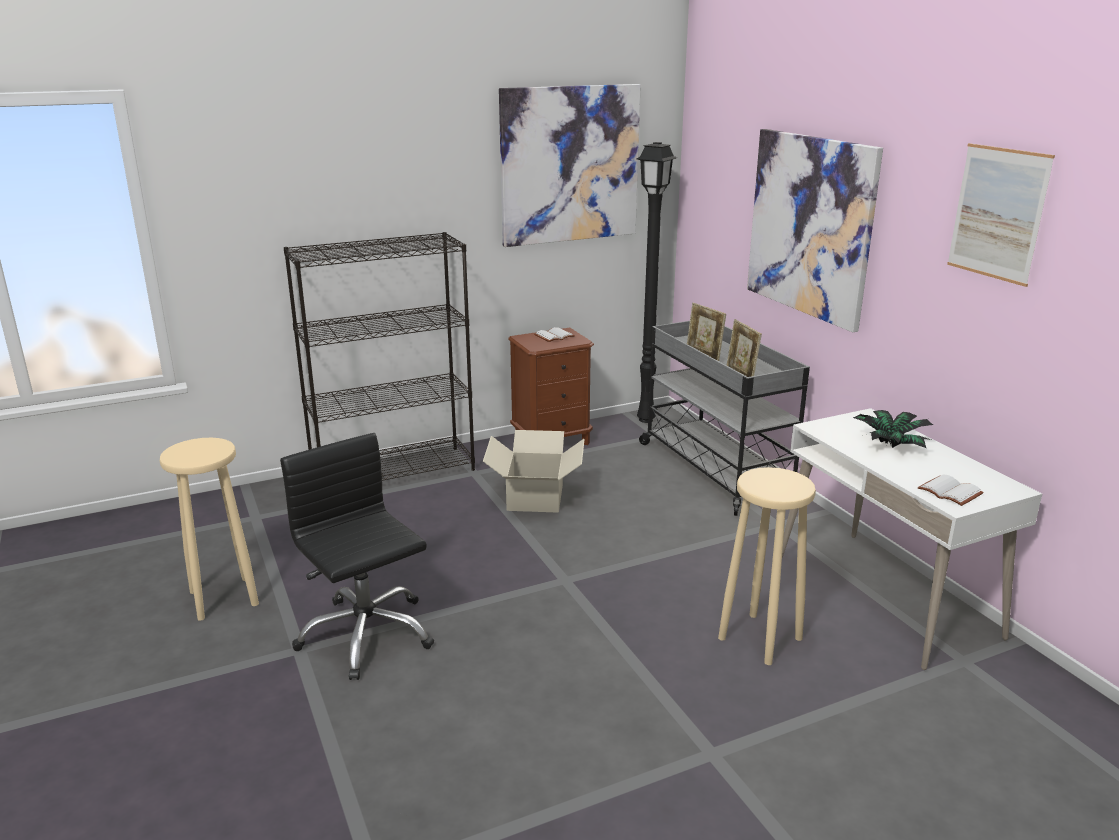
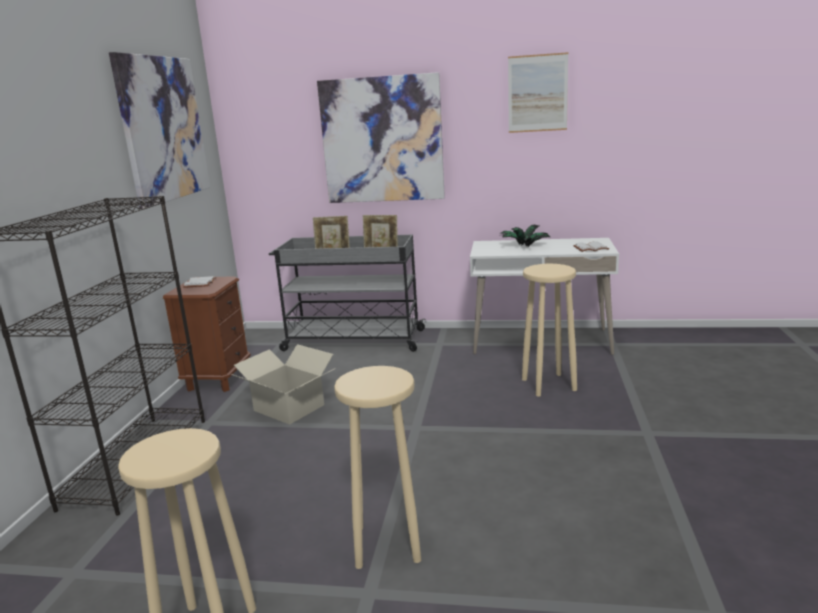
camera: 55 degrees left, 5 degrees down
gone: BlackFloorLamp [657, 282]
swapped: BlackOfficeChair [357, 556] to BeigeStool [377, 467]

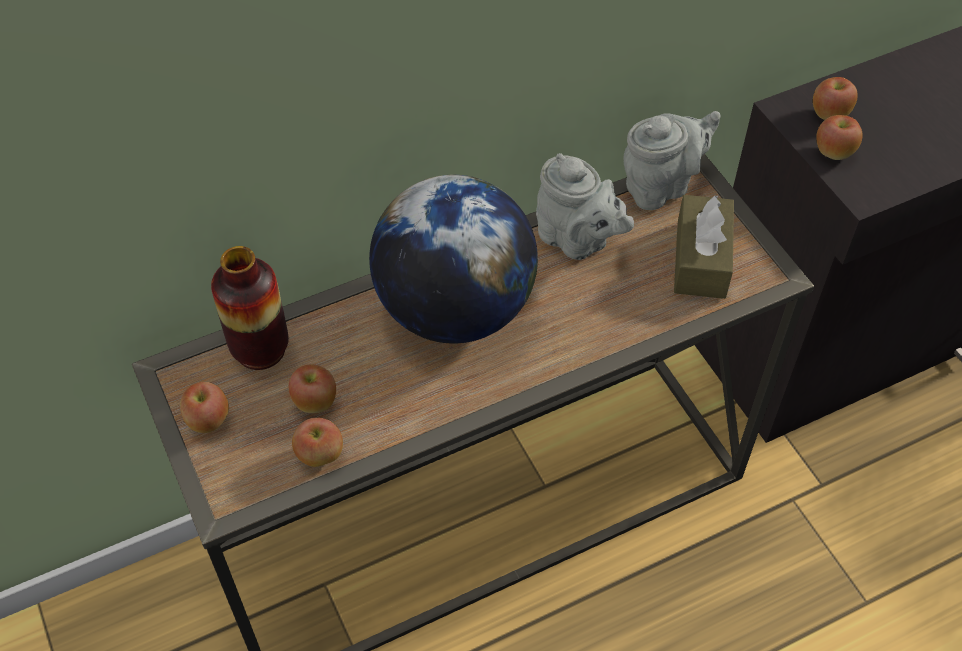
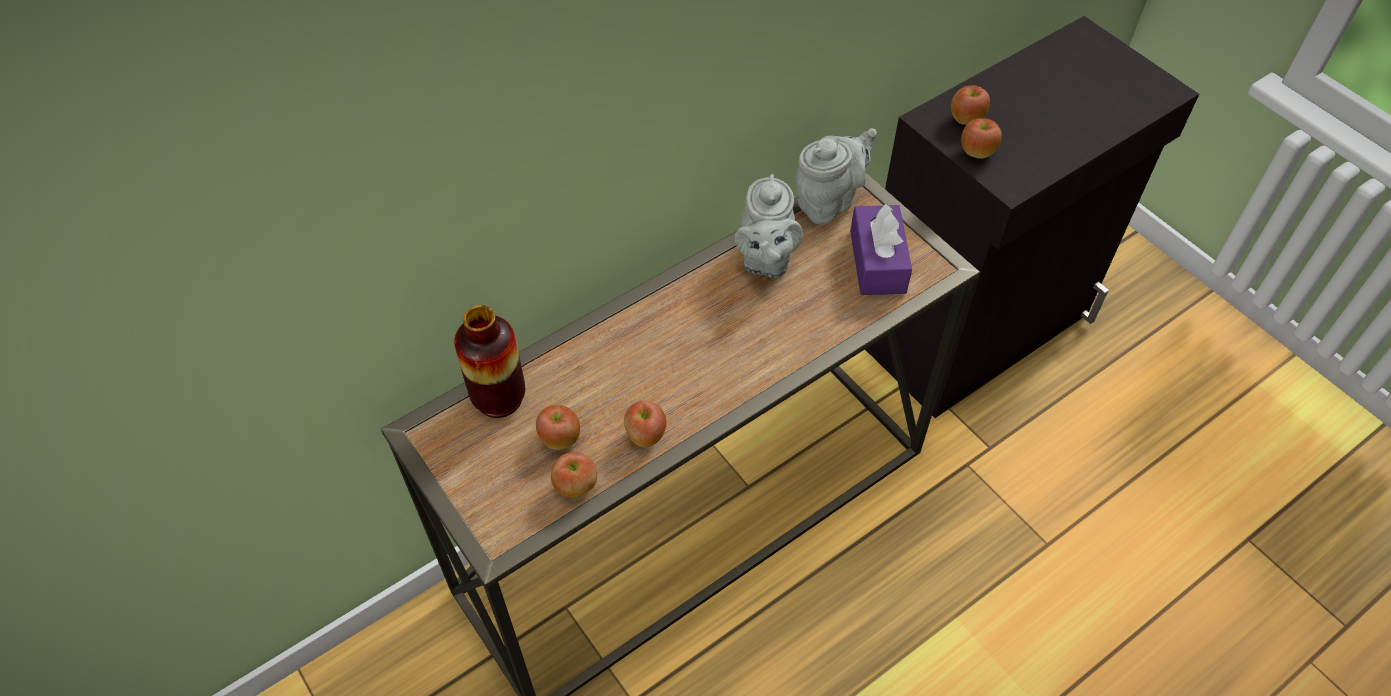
camera: 10 degrees left, 0 degrees up
gone: Globe [453, 259]
shifted: Apple [204, 407] to [645, 424]
repainted: BrownTissueBox [704, 247] to PurpleTissueBox [881, 249]
rotated: GreyTeapot [585, 206] = [769, 226] 60 degrees clockwise

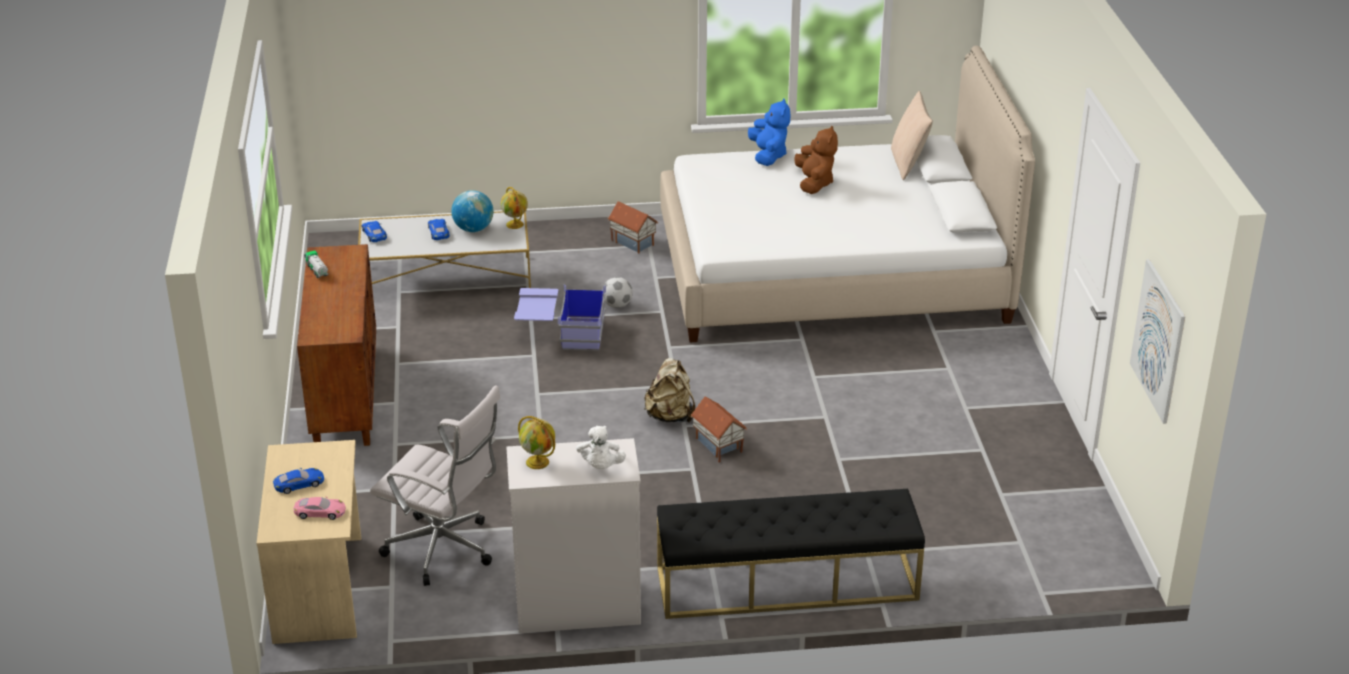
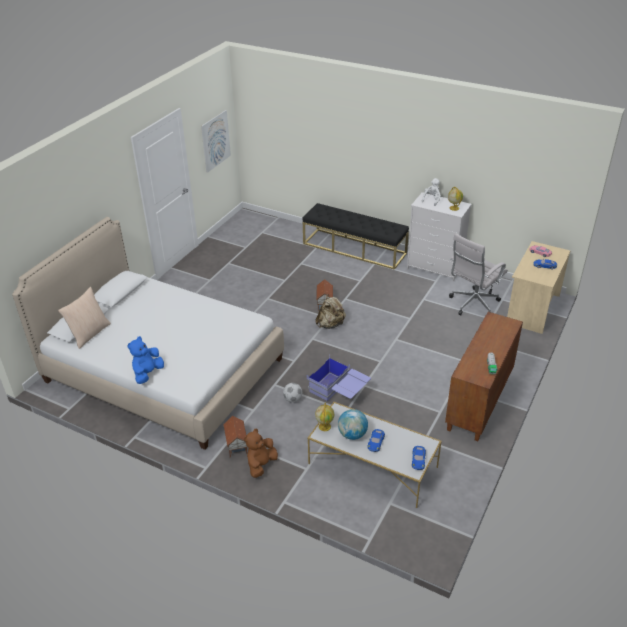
camera: 145 degrees left, 5 degrees up
shifted: BrownPlushToy [816, 159] to [261, 453]
rotated: WhiteOfficeChair [435, 485] = [478, 274] 105 degrees counterclockwise

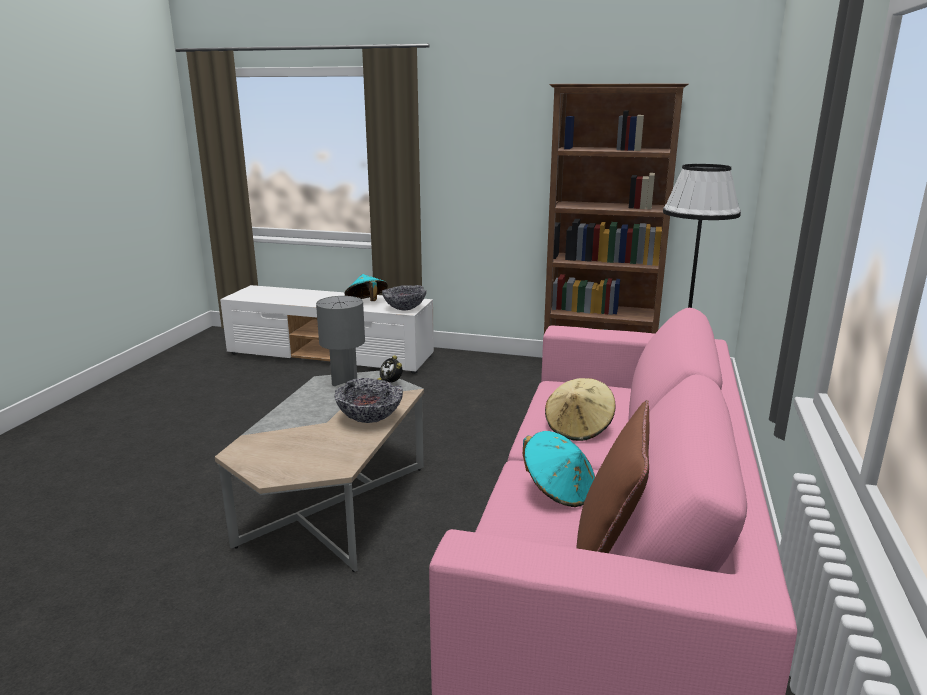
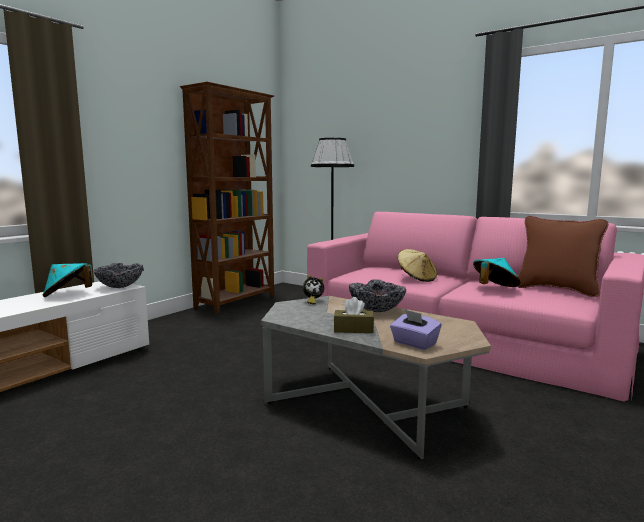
camera: 70 degrees left, 10 degrees down
gone: GreyTableLamp [340, 341]
new: BrownTissueBox [354, 315]; PurpleTissueBox [416, 329]

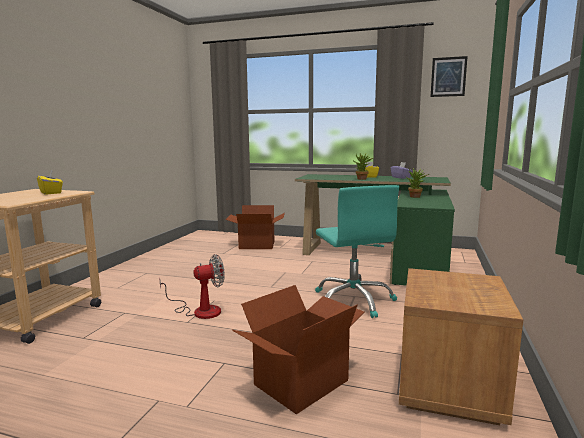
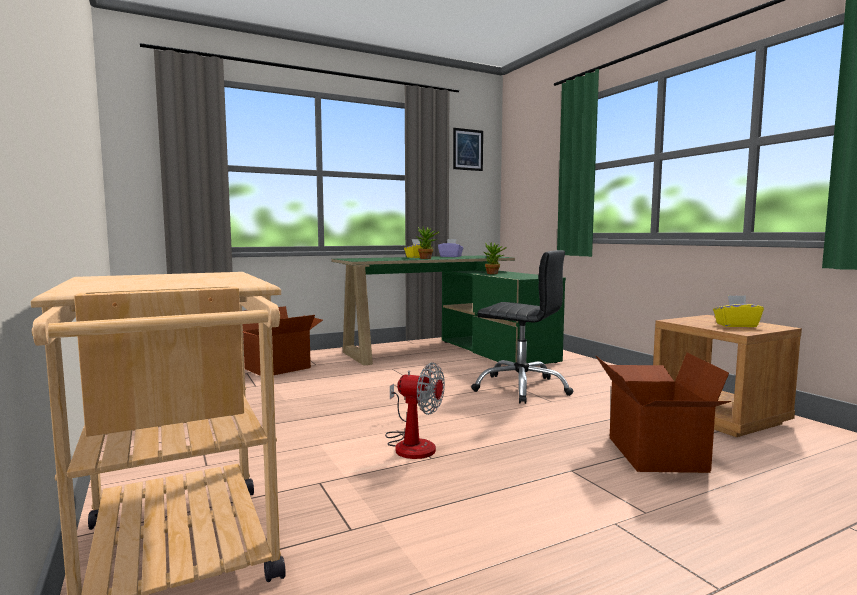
camera: 45 degrees left, 5 degrees down
shifted: YellowTissueBox [50, 182] to [738, 311]
repainted: TurquoiseOfficeChair [357, 251] to BlackOfficeChair [522, 327]
rotated: Fan [192, 286] = [415, 410] 90 degrees clockwise

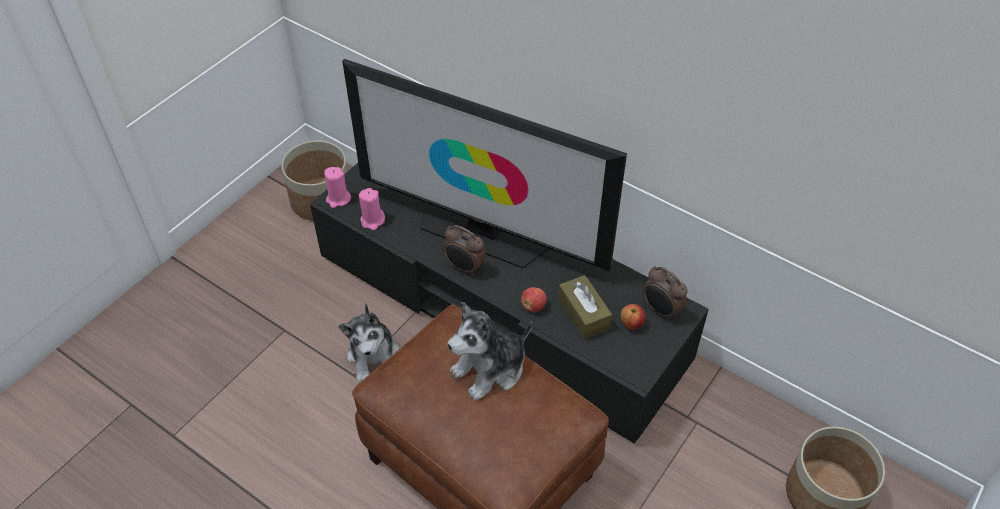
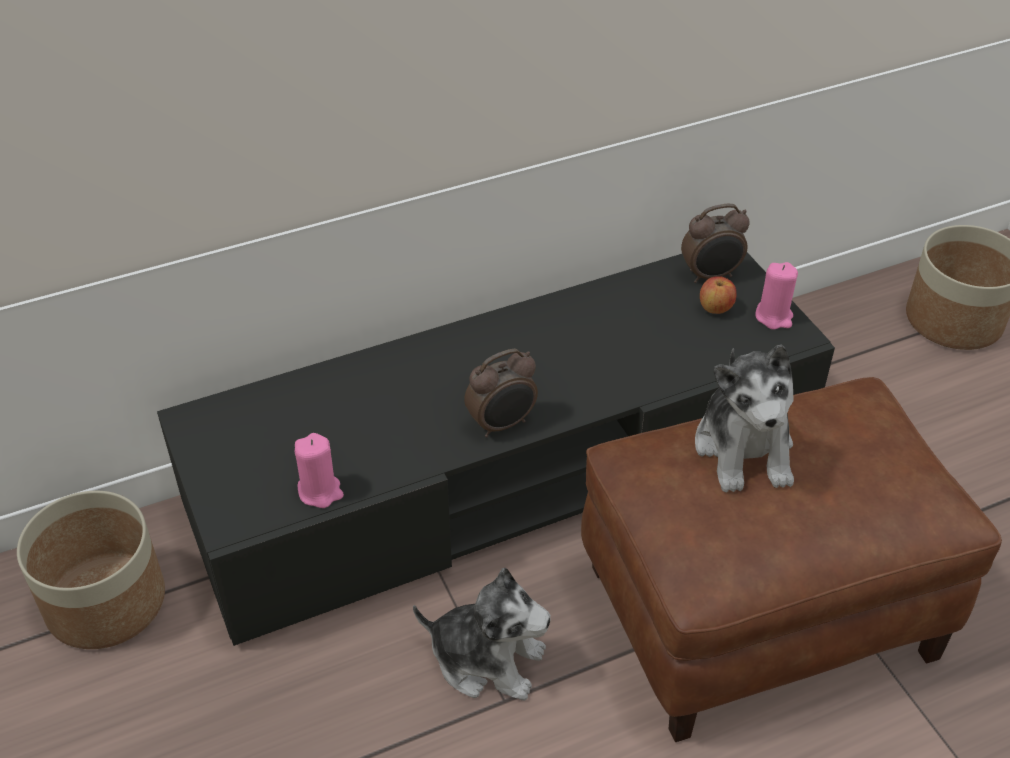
camera: 60 degrees left, 5 degrees down
gone: Television [484, 165]; BrownTissueBox [585, 307]; Apple [534, 299]
shifted: PinkCandle [337, 187] to [776, 296]

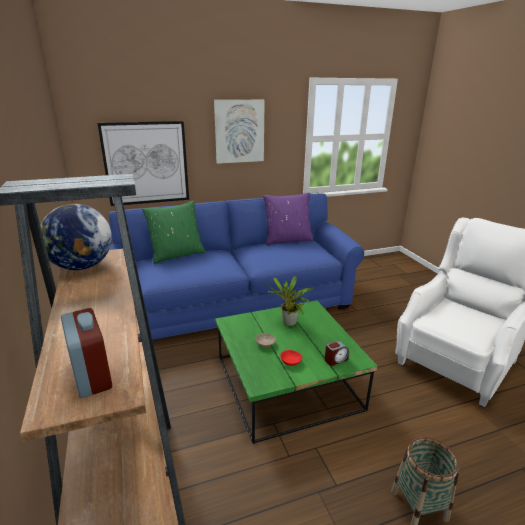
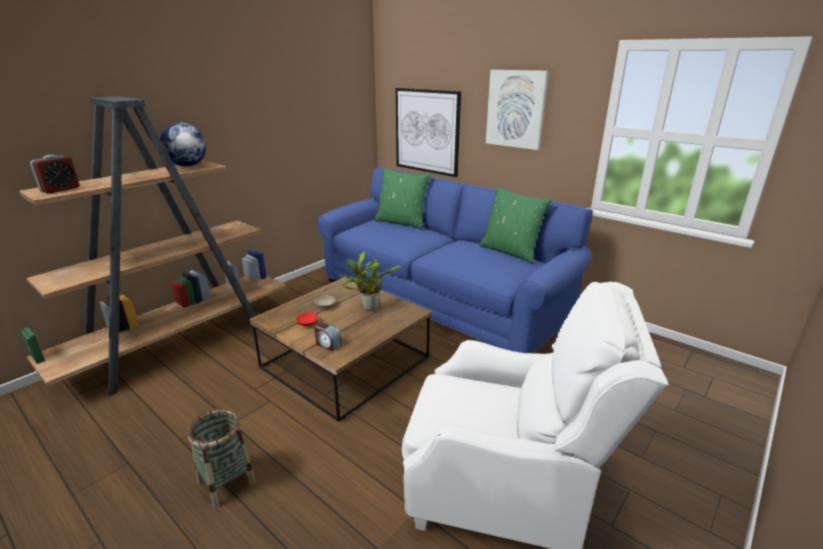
camera: 60 degrees right, 0 degrees up
repainted: PurplePillow [288, 218] to GreenPillow [516, 225]; GreenCoffeeTable [296, 372] to BrownCoffeeTable [341, 349]

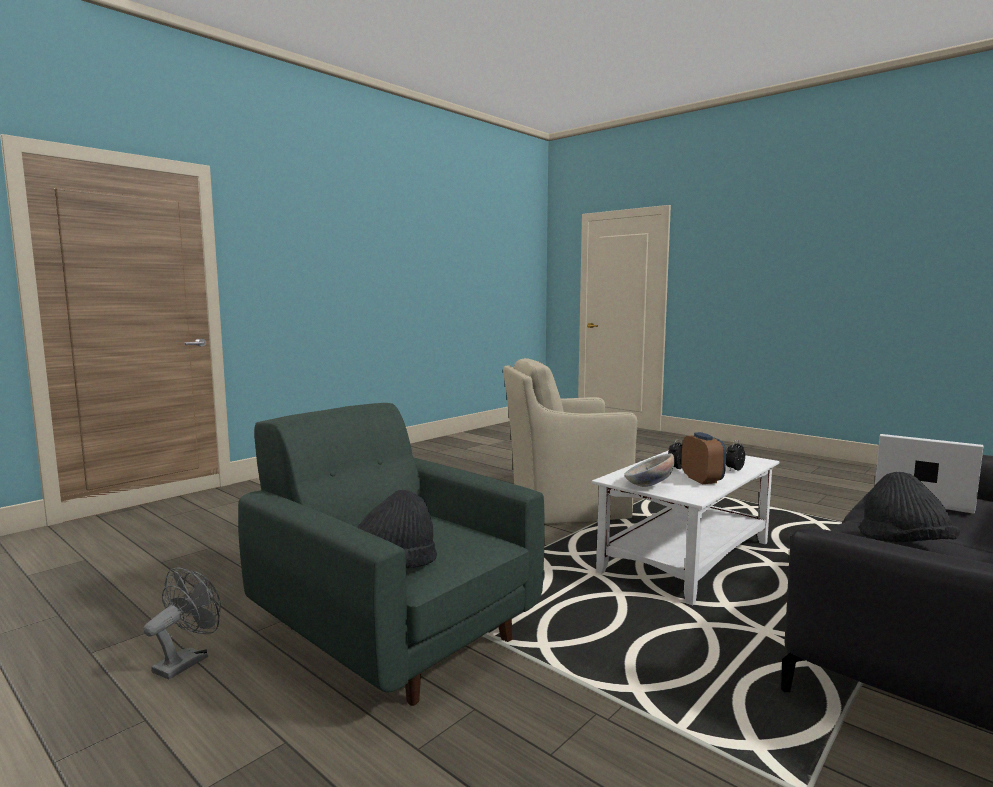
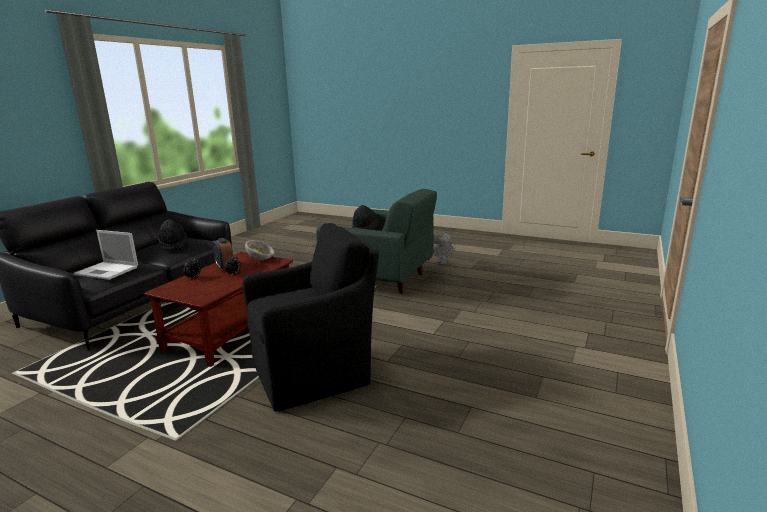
camera: 165 degrees right, 10 degrees up
repainted: BeigeArmchair [570, 441] to BlackArmchair [310, 317]; WhiteCoffeeTable [685, 527] to BrownCoffeeTable [218, 309]

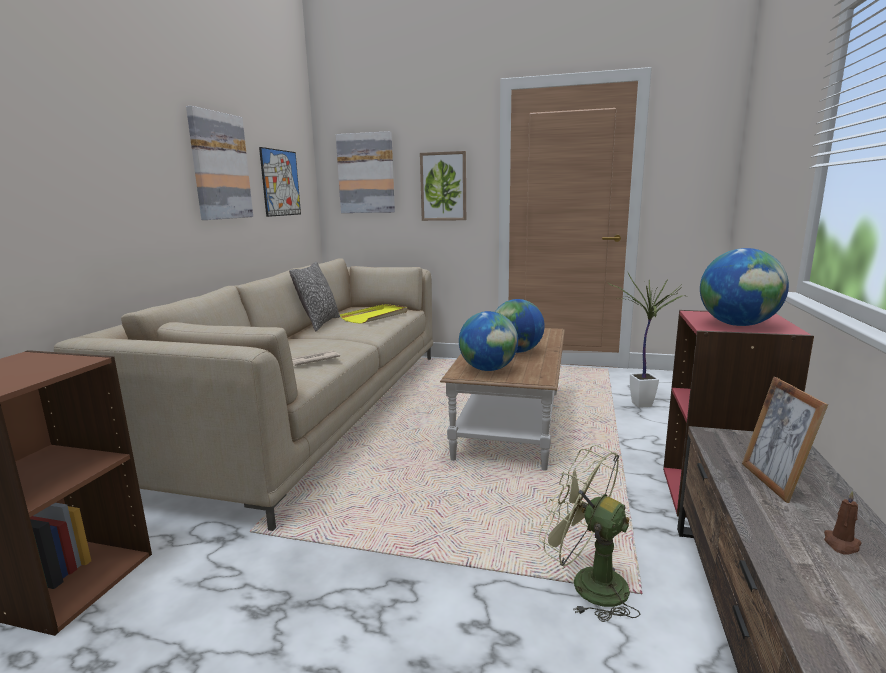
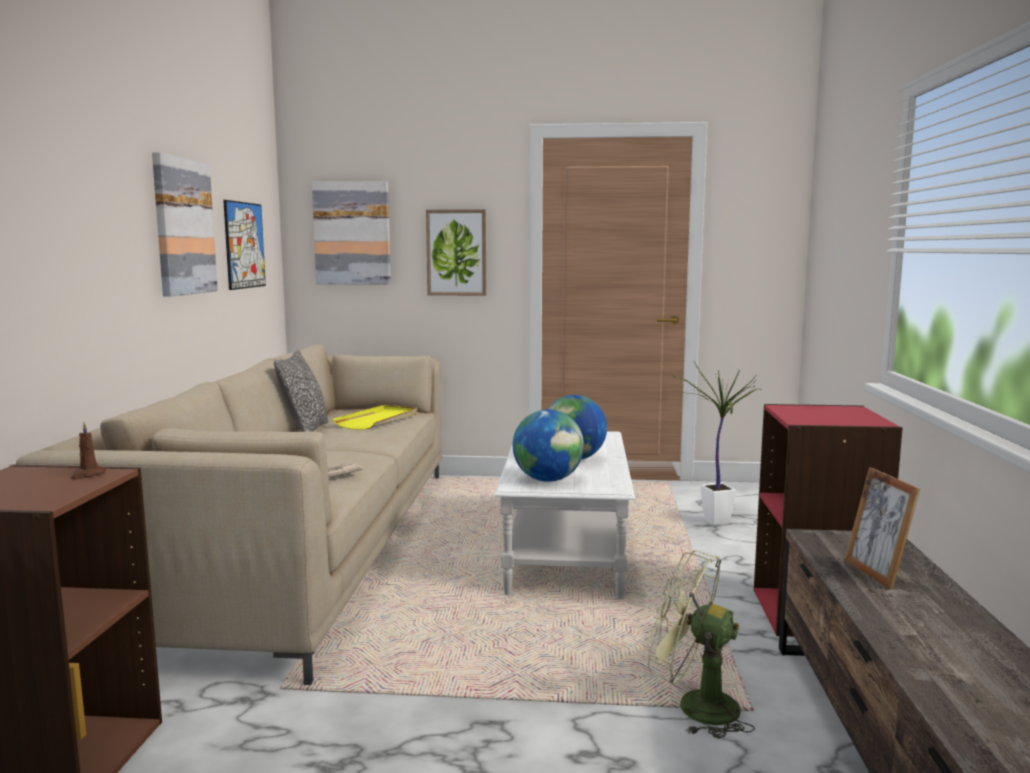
camera: 10 degrees left, 5 degrees down
gone: Globe [744, 287]
shifted: BrownCandle [843, 522] to [88, 450]
repainted: BrownCoffeeTable [502, 399] to WhiteCoffeeTable [564, 515]

